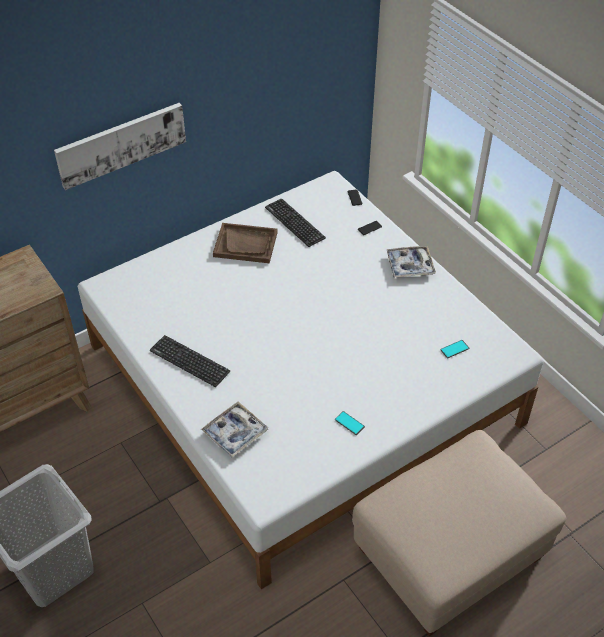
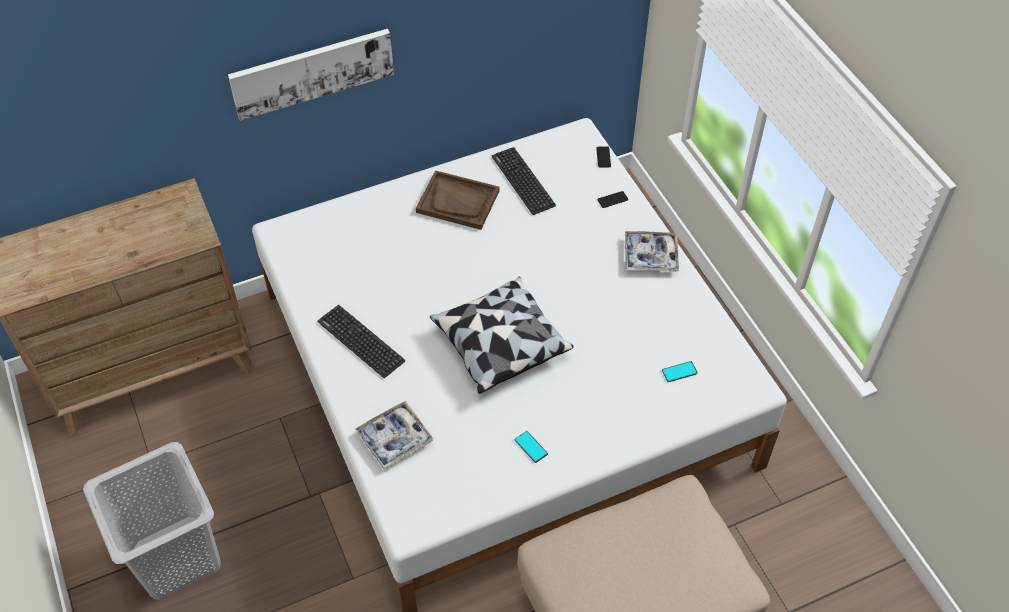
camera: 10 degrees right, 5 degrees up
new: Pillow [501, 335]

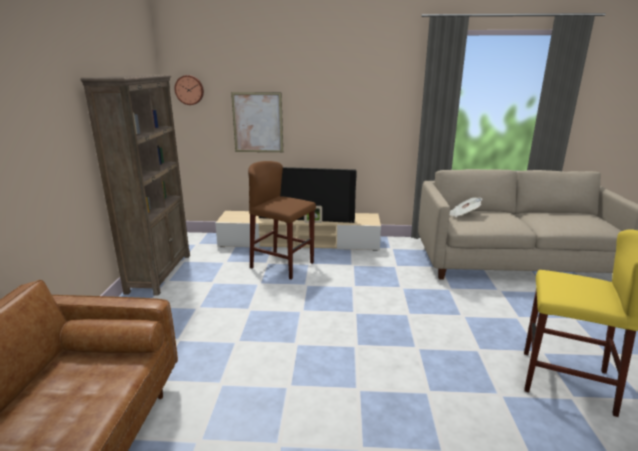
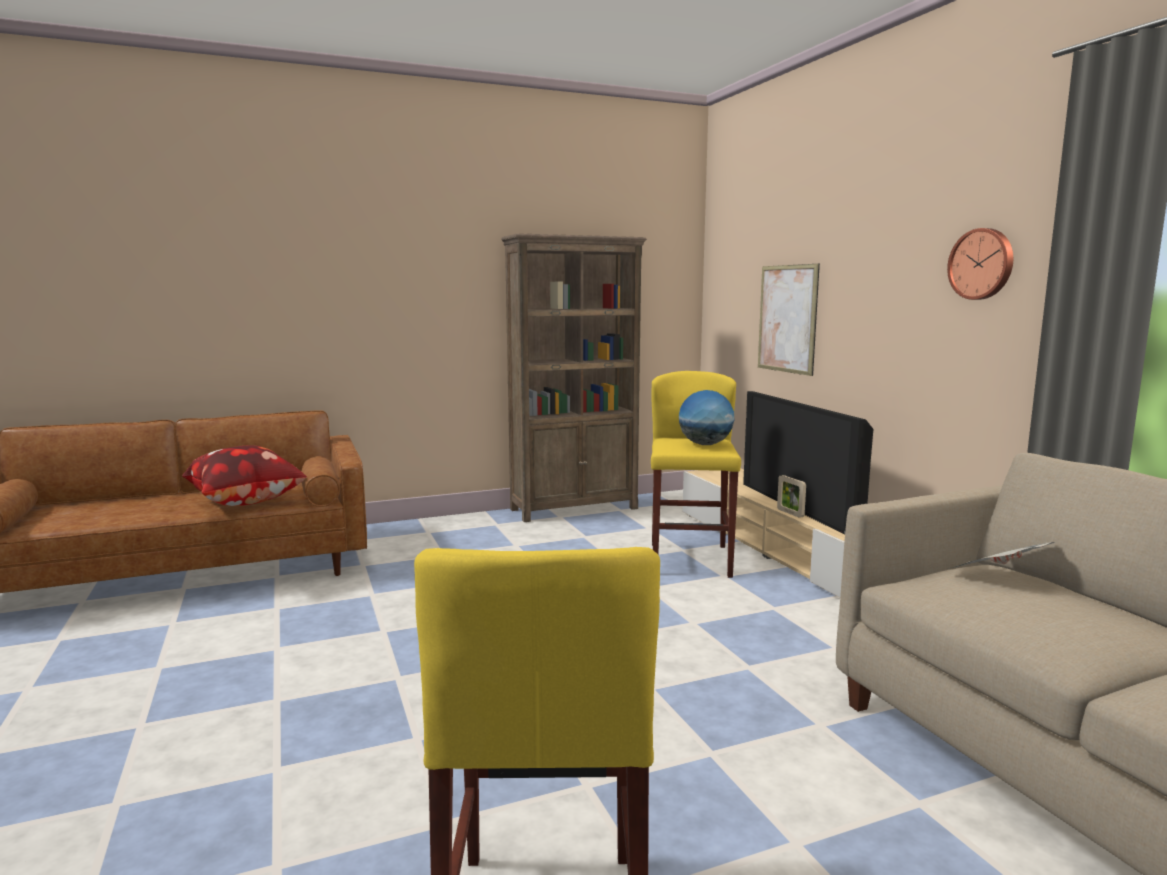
camera: 65 degrees right, 10 degrees down
new: Globe [707, 417]; Pillow [244, 475]
shifted: WallClock [189, 90] to [980, 264]
repainted: BrownStool [282, 220] to YellowStool [696, 474]

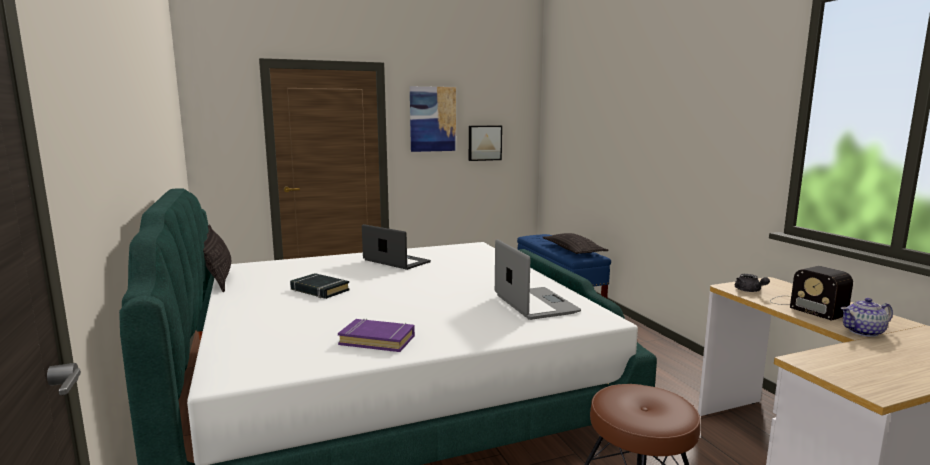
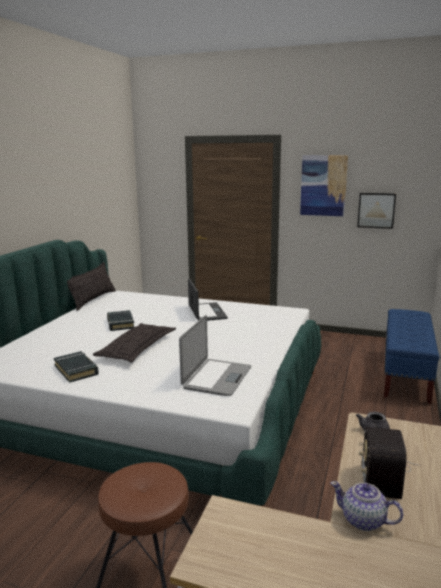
camera: 40 degrees right, 5 degrees up
shifted: Pillow [576, 243] to [134, 343]
repainted: PurpleBook [376, 335] to BlackBook [76, 367]

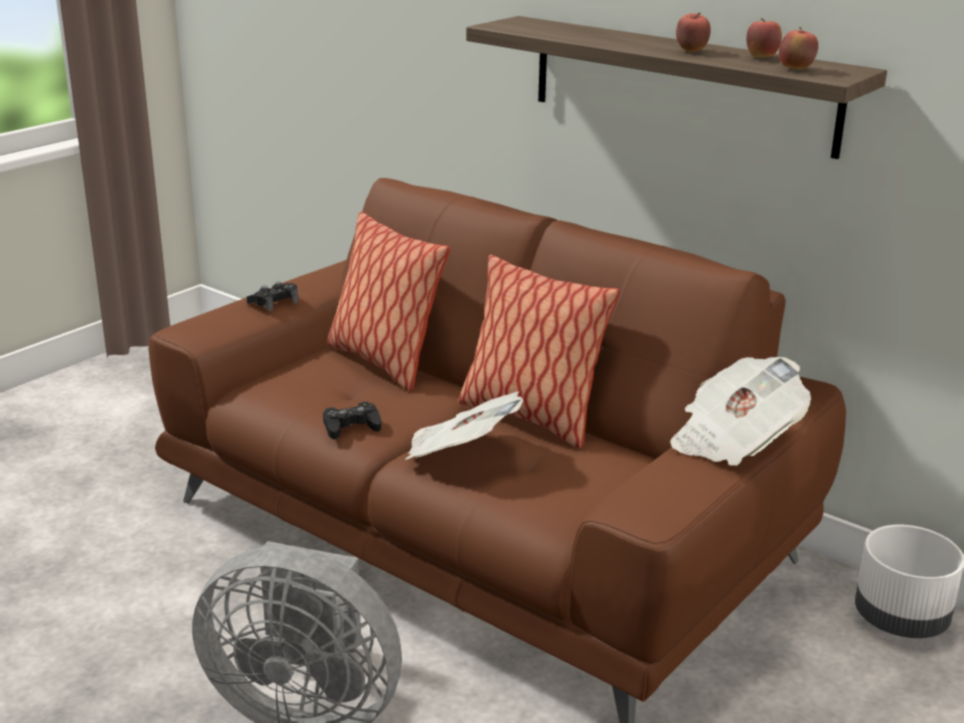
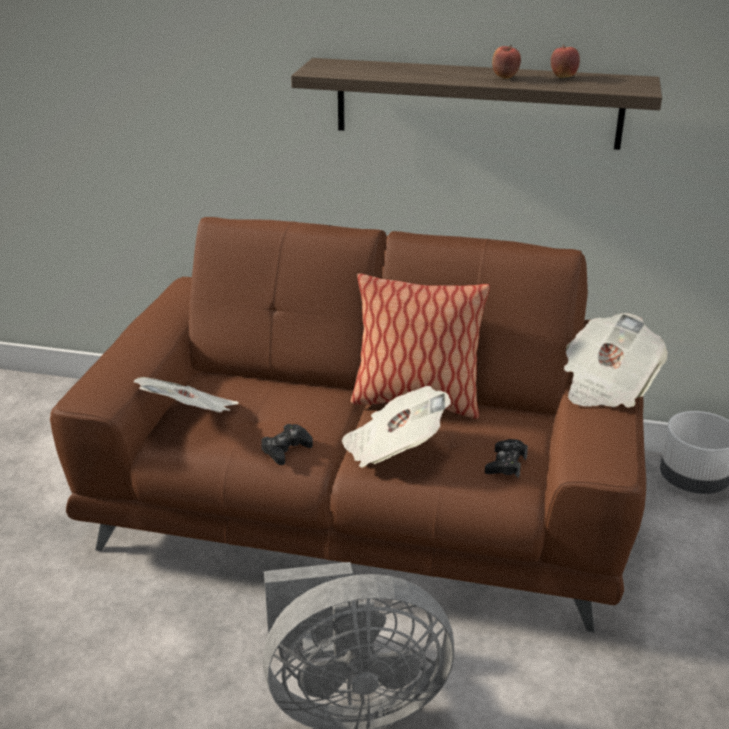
camera: 25 degrees left, 5 degrees up
gone: Apple [798, 48]; Pillow [388, 301]
new: Newspaper [186, 395]
shifted: BlackGameController [272, 296] to [506, 458]

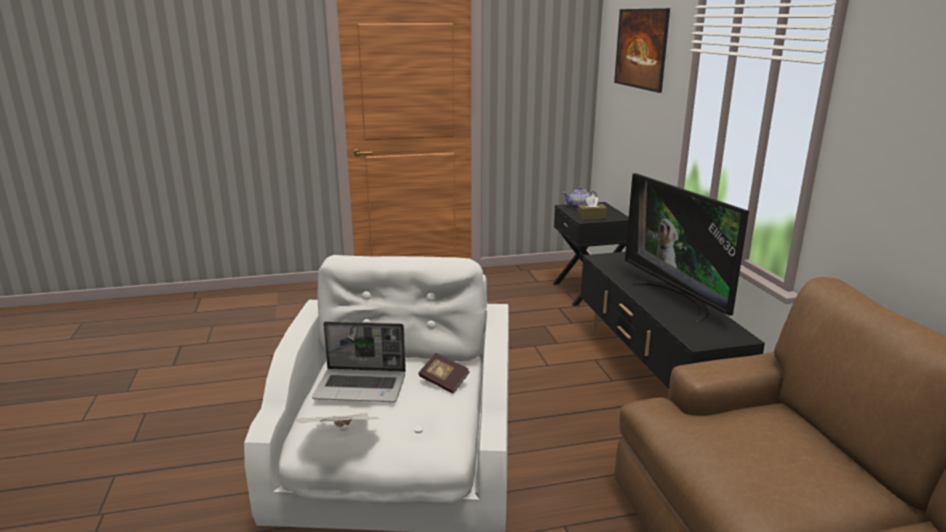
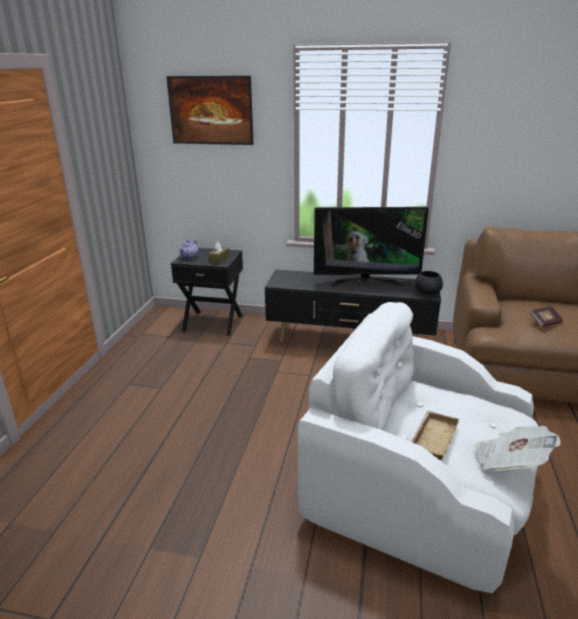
camera: 65 degrees left, 5 degrees up
new: BlackBowl [429, 283]
shifted: Book [444, 373] to [546, 316]
swapped: Laptop [359, 361] to BeigeTray [435, 435]

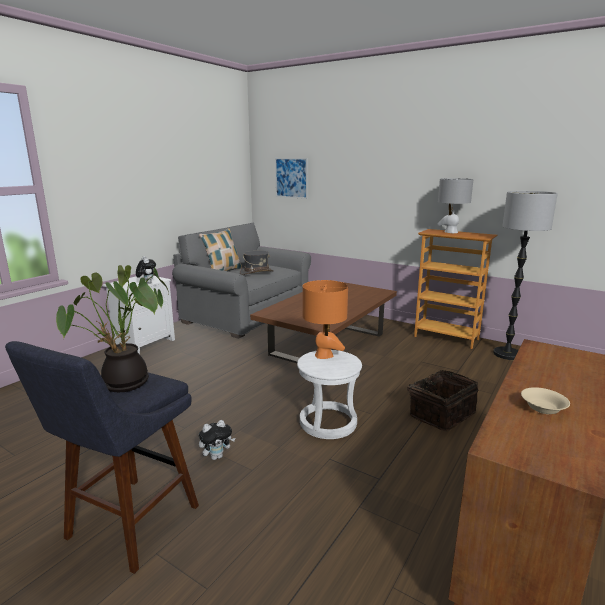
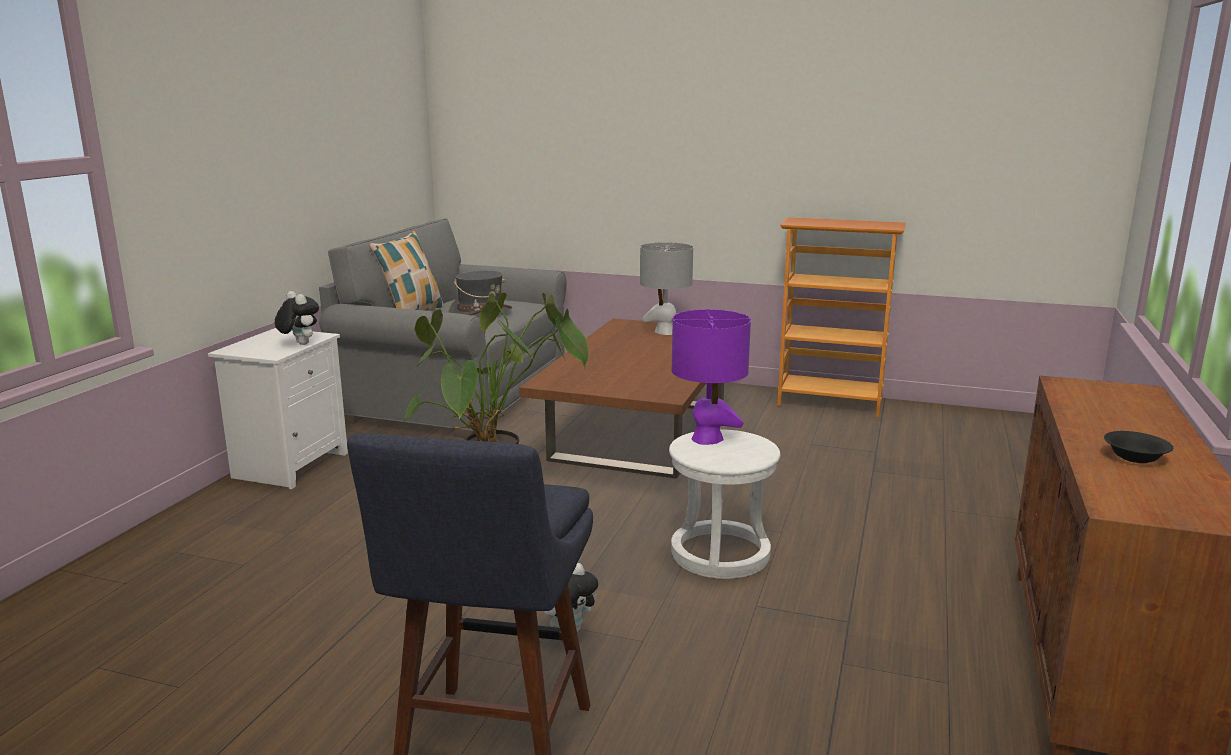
camera: 15 degrees left, 0 degrees up
gone: Picture [291, 178]; FloorLamp [525, 275]; Basket [439, 400]
shifted: GreyTableLamp [455, 205] to [666, 288]
repainted: OrangeTableLamp [325, 319] to PurpleTableLamp [711, 377]; BeigeBowl [545, 400] to BlackBowl [1138, 447]

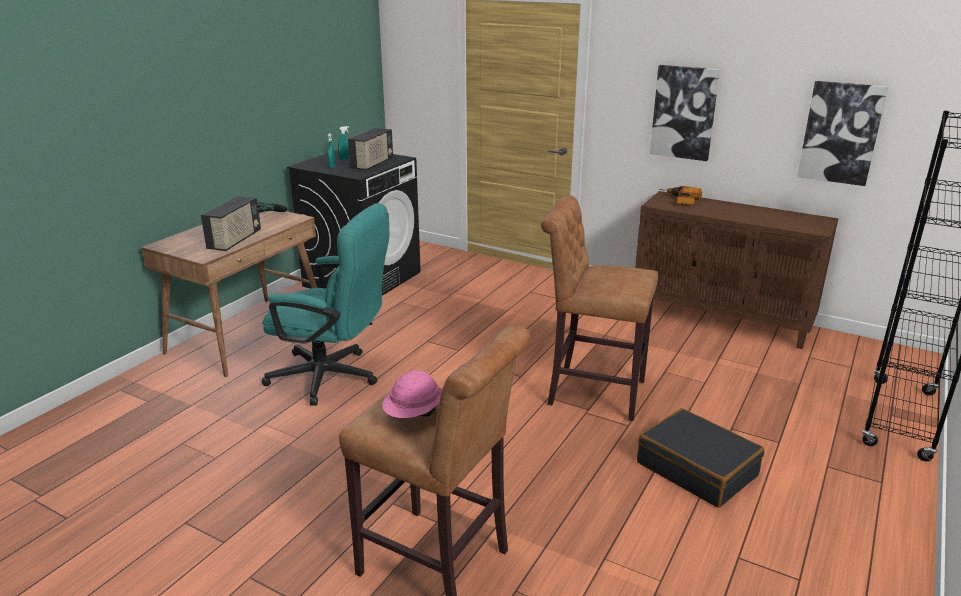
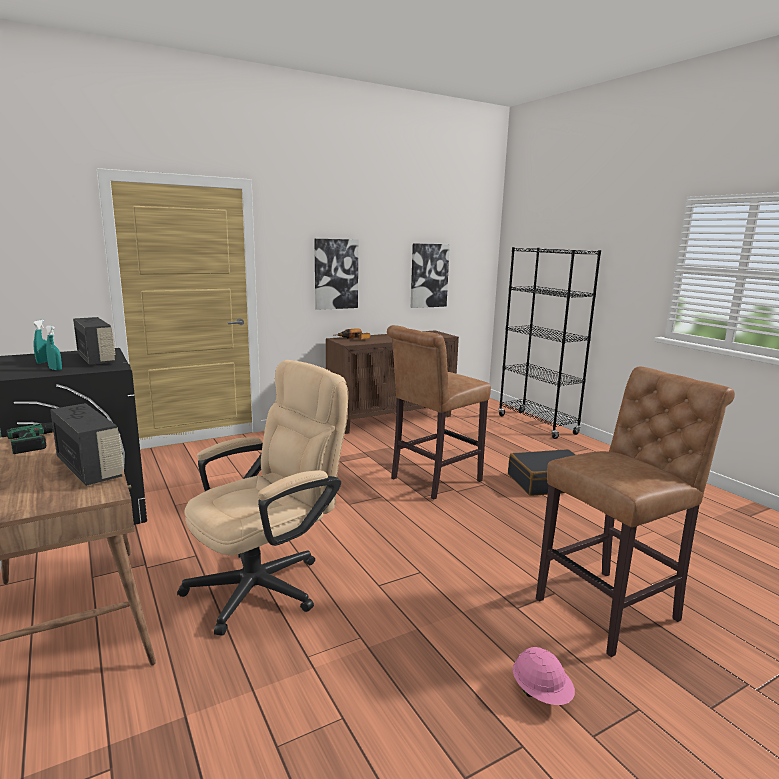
camera: 60 degrees left, 10 degrees down
shifted: PinkHardHat [411, 394] to [544, 676]
repainted: TurquoiseOfficeChair [325, 304] to BeigeOfficeChair [262, 498]

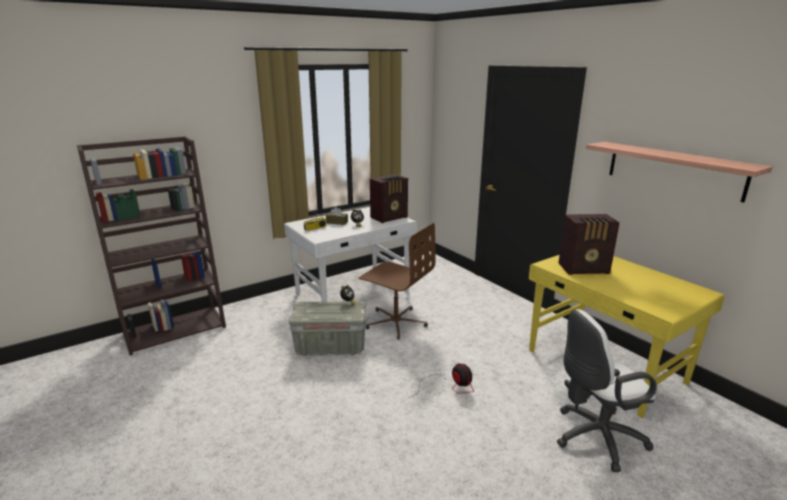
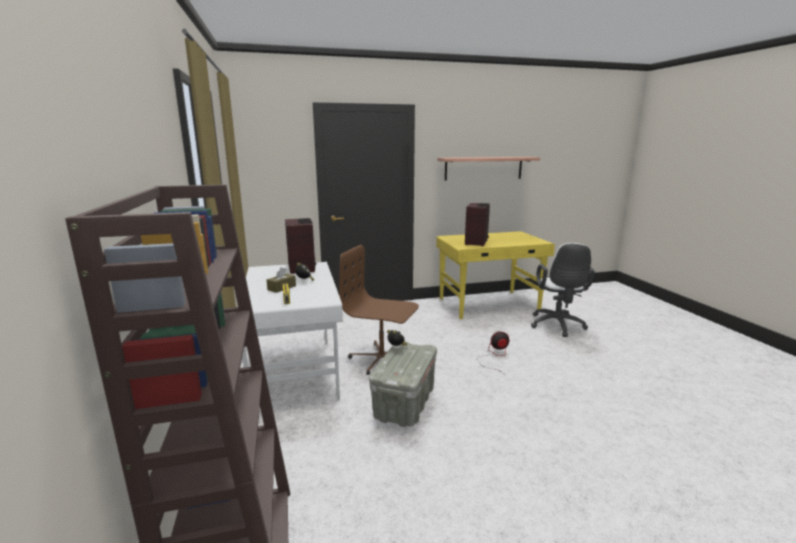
camera: 70 degrees left, 5 degrees down
rotated: BrownOfficeChair [397, 281] = [379, 310] 120 degrees counterclockwise

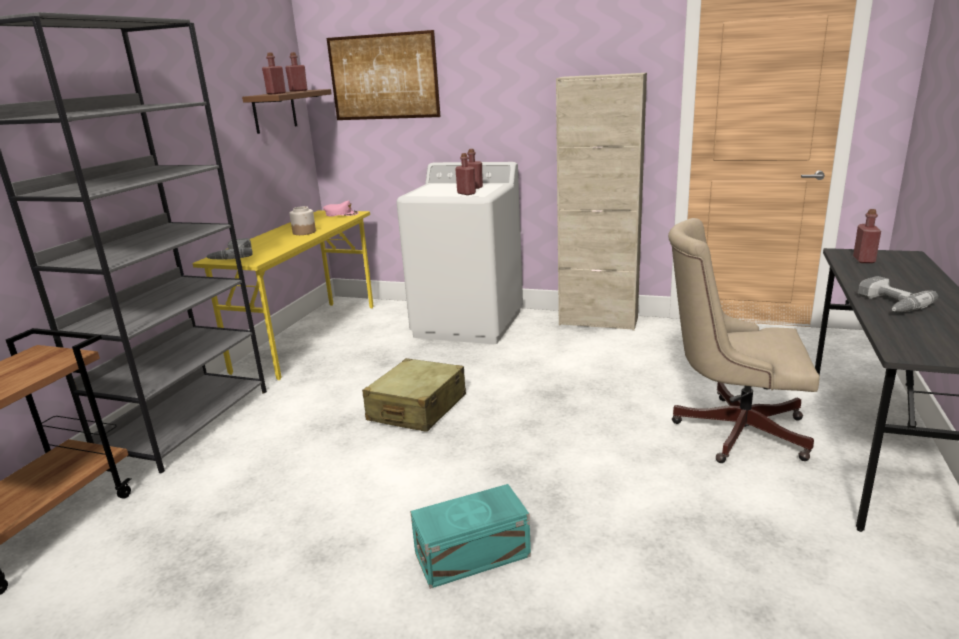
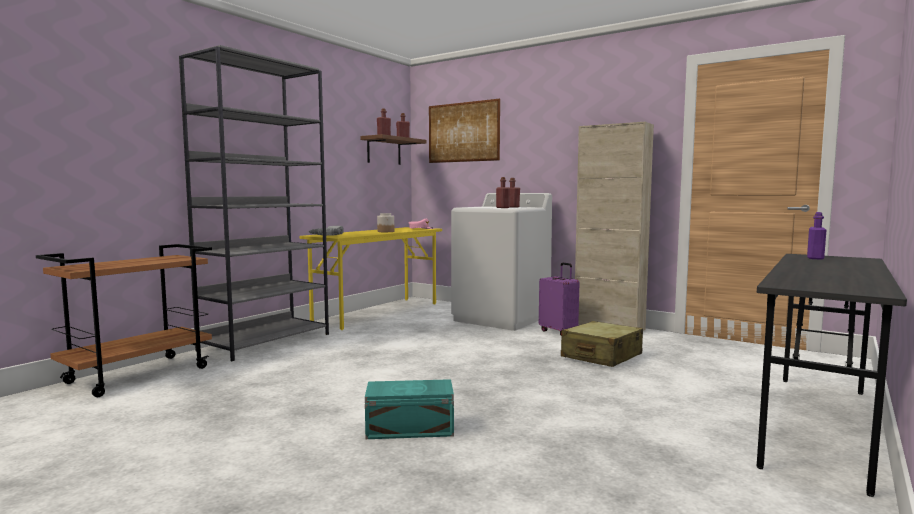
camera: 15 degrees right, 15 degrees down
gone: BeigeOfficeChair [744, 340]; PowerDrill [898, 294]
new: PurpleSuitcase [559, 299]
shifted: BeigeSuitcase [414, 395] to [602, 344]
repainted: RedBottle [867, 236] to PurpleBottle [816, 236]

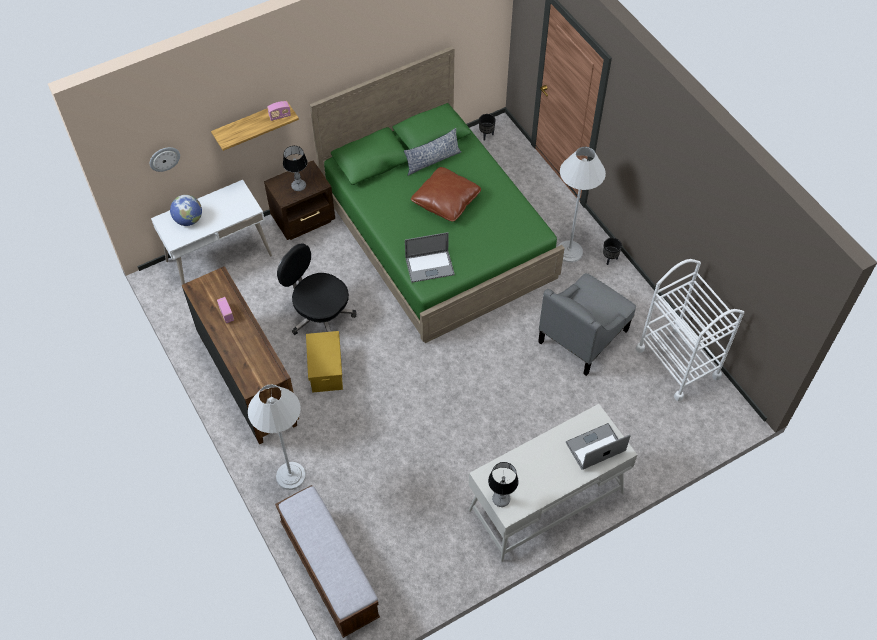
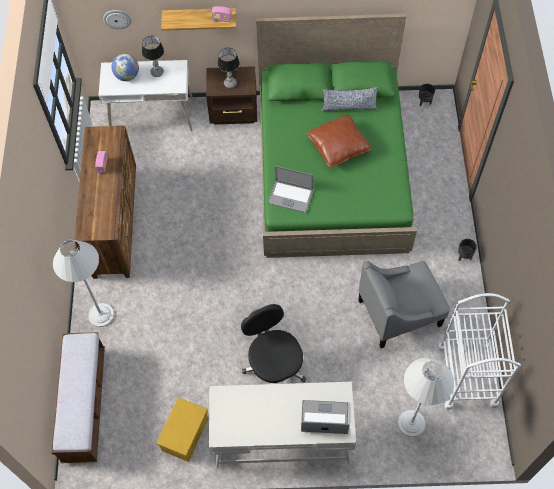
camera: 30 degrees right, 5 degrees up
shifted: WhiteFloorLamp [582, 205] to [426, 397]; BlackOfficeChair [317, 289] to [273, 344]; YellowStorageBox [324, 361] to [182, 429]; TableLamp [503, 484] to [153, 56]

